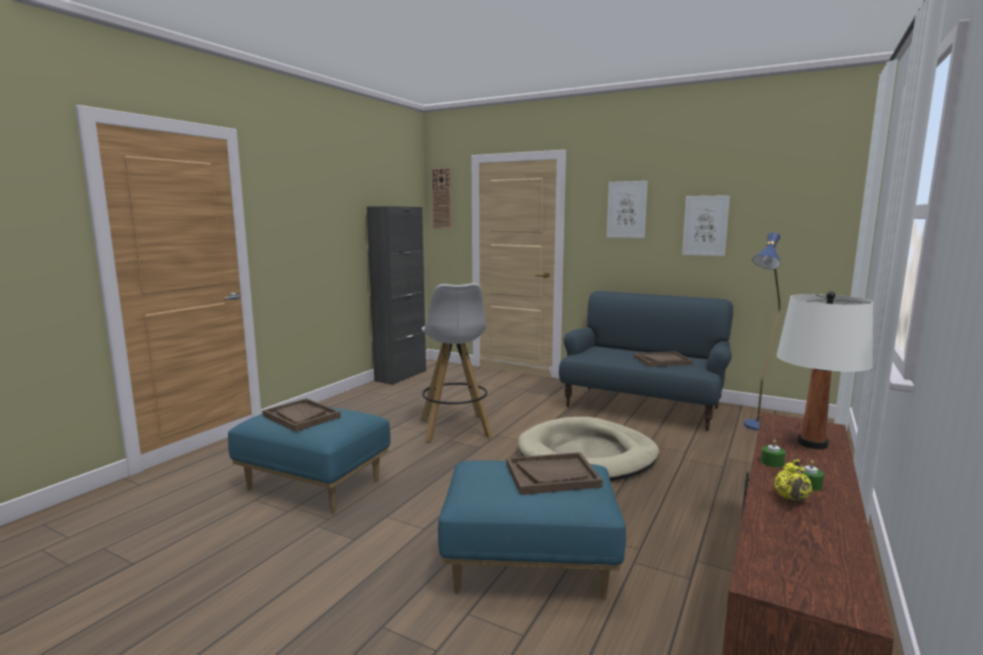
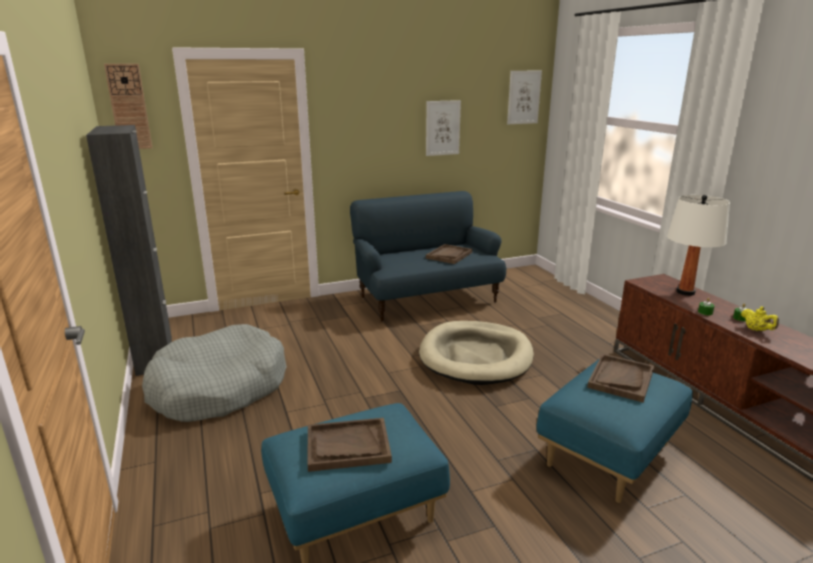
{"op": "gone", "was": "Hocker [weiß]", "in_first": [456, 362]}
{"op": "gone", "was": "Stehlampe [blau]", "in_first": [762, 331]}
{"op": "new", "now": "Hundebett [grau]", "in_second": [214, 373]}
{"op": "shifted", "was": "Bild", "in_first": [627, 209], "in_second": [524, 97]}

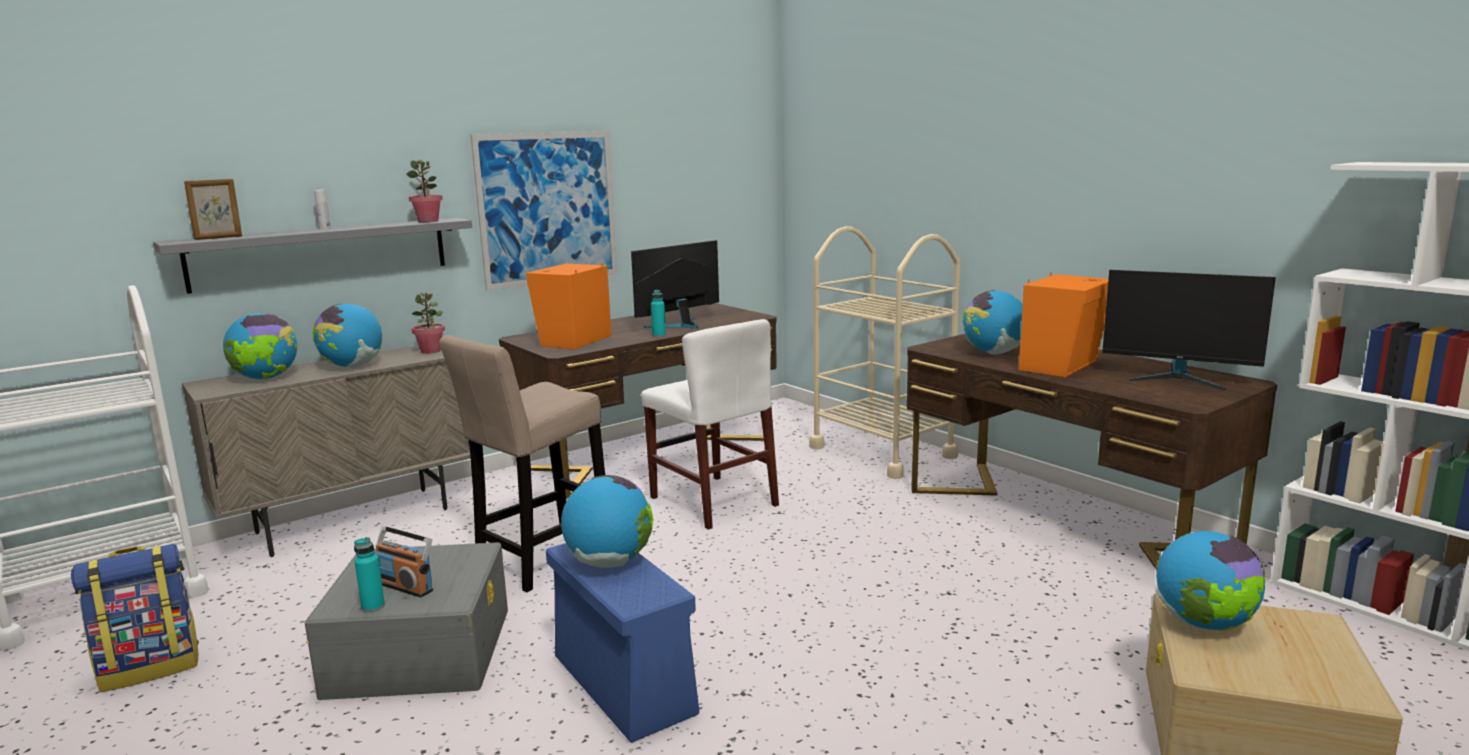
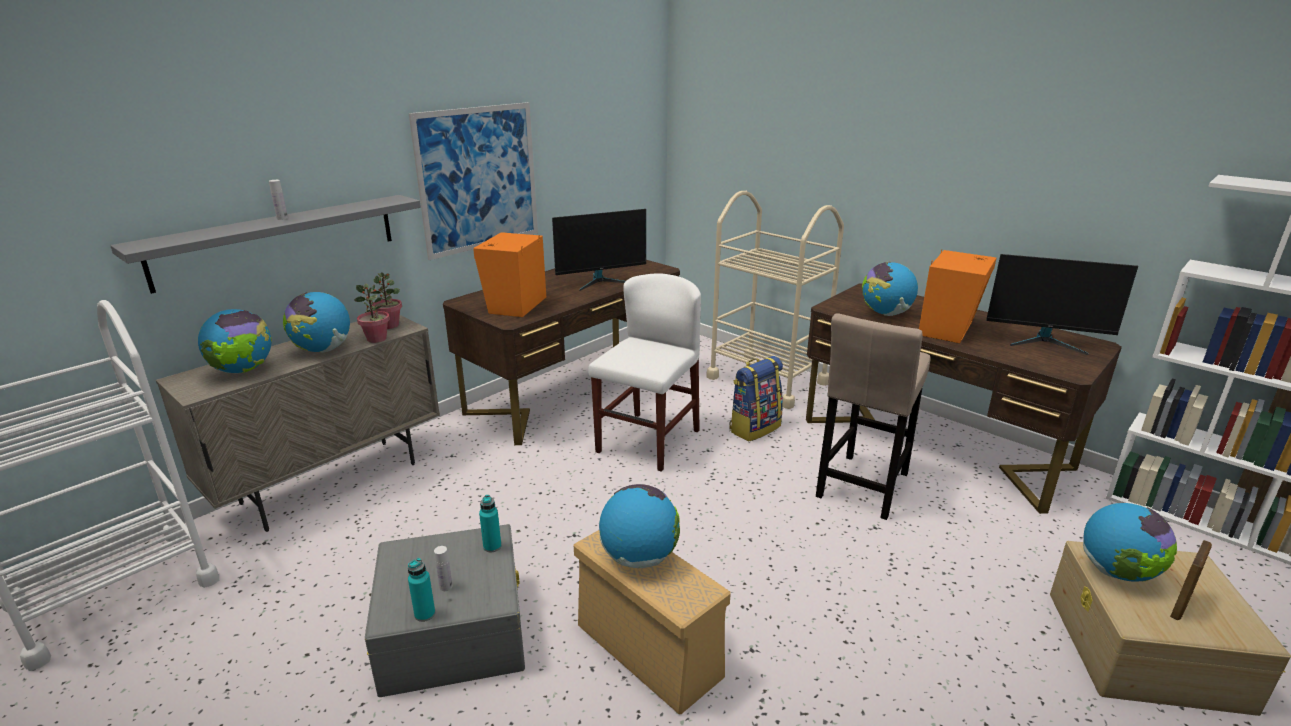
{"op": "shifted", "was": "Rucksack", "in_first": [135, 618], "in_second": [756, 398]}
{"op": "shifted", "was": "Bilderrahmen", "in_first": [213, 209], "in_second": [1191, 580]}
{"op": "shifted", "was": "Topfpflanze", "in_first": [424, 191], "in_second": [372, 313]}
{"op": "shifted", "was": "Hocker [beige]", "in_first": [522, 464], "in_second": [873, 416]}
{"op": "shifted", "was": "Flasche [türkis]", "in_first": [658, 313], "in_second": [490, 523]}
{"op": "swapped", "was": "Radio", "now": "Flasche [weiß]", "in_first": [404, 561], "in_second": [443, 568]}
{"op": "repainted", "was": "Aufbewahrungsbox [blau]", "now": "Aufbewahrungsbox [beige]", "in_first": [622, 643], "in_second": [652, 622]}
{"op": "rotated", "was": "Monitor", "in_first": [675, 284], "in_second": [599, 250], "clockwise": -150}
{"op": "rotated", "was": "Stuhl [weiß]", "in_first": [710, 424], "in_second": [644, 373], "clockwise": -105}

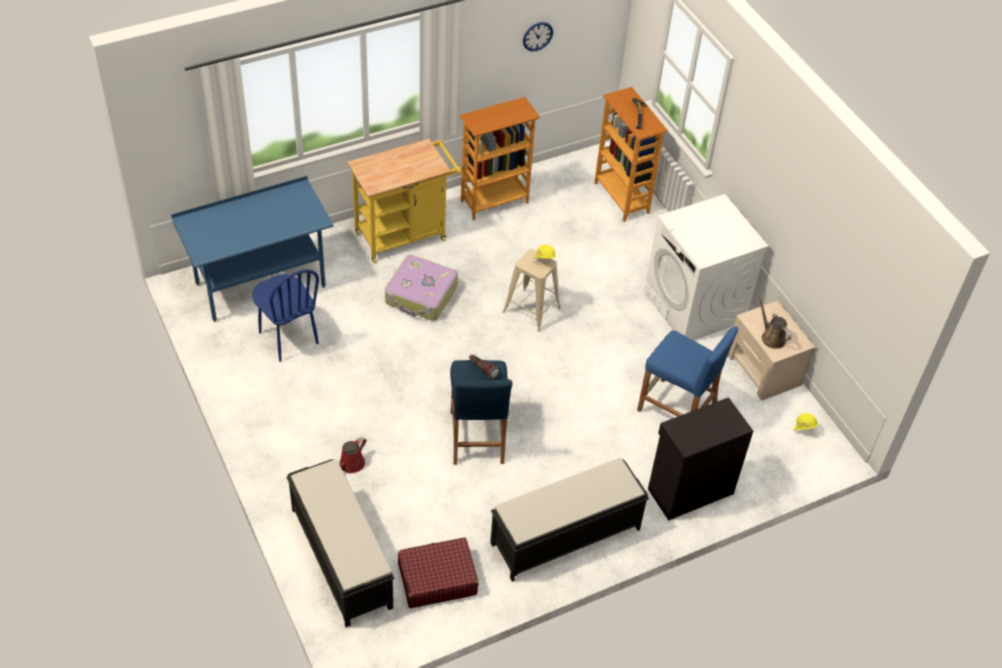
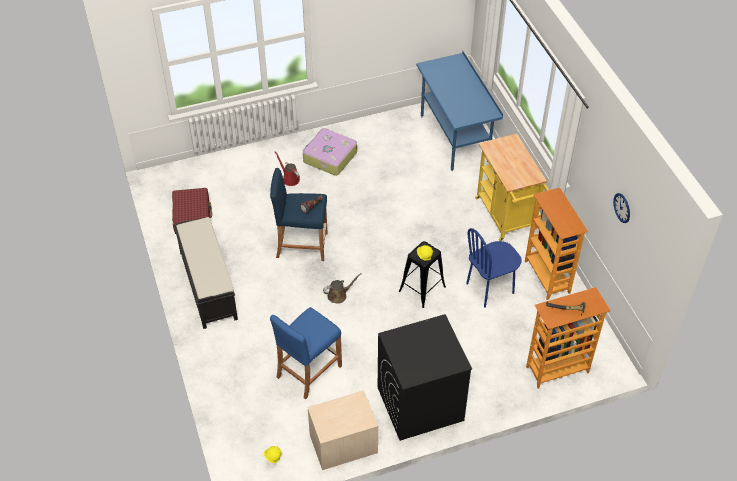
{"op": "gone", "was": "Bank [schwarz]", "in_first": [340, 543]}
{"op": "gone", "was": "Schrank [schwarz]", "in_first": [700, 459]}
{"op": "shifted", "was": "Stuhl [blau]", "in_first": [285, 315], "in_second": [494, 268]}
{"op": "shifted", "was": "Koffer", "in_first": [421, 287], "in_second": [330, 152]}
{"op": "shifted", "was": "Gießkanne [braun]", "in_first": [774, 322], "in_second": [342, 288]}
{"op": "repainted", "was": "Hocker [beige]", "now": "Hocker [schwarz]", "in_first": [532, 290], "in_second": [422, 274]}
{"op": "repainted", "was": "Waschmaschine [weiß]", "now": "Waschmaschine [schwarz]", "in_first": [706, 267], "in_second": [425, 377]}

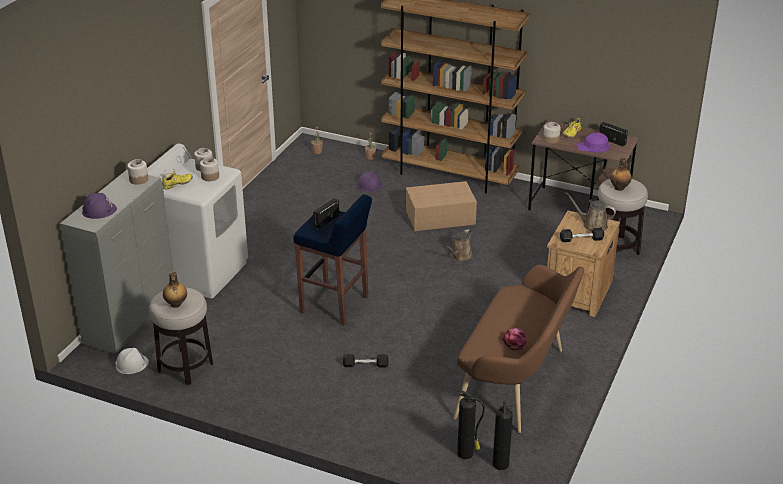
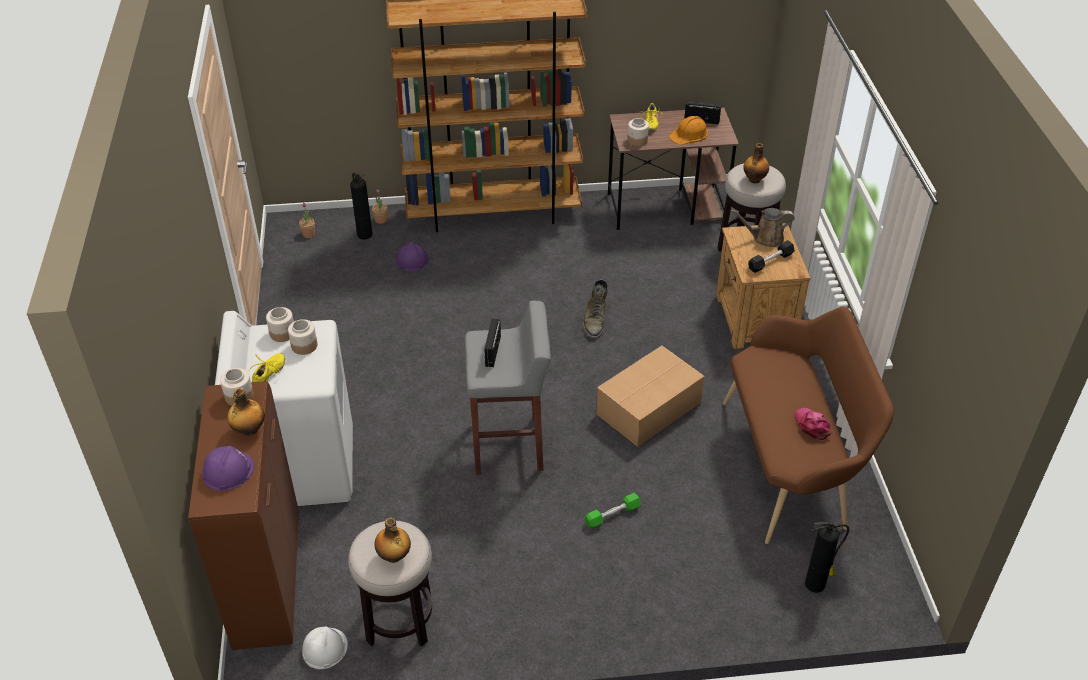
{"op": "new", "now": "Flasche", "in_second": [246, 412]}
{"op": "shifted", "was": "Karton", "in_first": [441, 206], "in_second": [650, 396]}
{"op": "shifted", "was": "Feuerlöscher", "in_first": [503, 435], "in_second": [361, 206]}
{"op": "swapped", "was": "Gießkanne [braun]", "now": "Stiefel [grün]", "in_first": [459, 245], "in_second": [595, 308]}
{"op": "repainted", "was": "Schrank [grau]", "now": "Schrank [braun]", "in_first": [116, 262], "in_second": [243, 515]}
{"op": "repainted", "was": "Hocker [blau]", "now": "Hocker [grau]", "in_first": [333, 259], "in_second": [508, 388]}
{"op": "repainted", "was": "Hantel [schwarz]", "now": "Hantel [grün]", "in_first": [365, 361], "in_second": [613, 511]}
{"op": "repainted", "was": "Schutzhelm [lila]", "now": "Schutzhelm [orange]", "in_first": [593, 142], "in_second": [688, 130]}

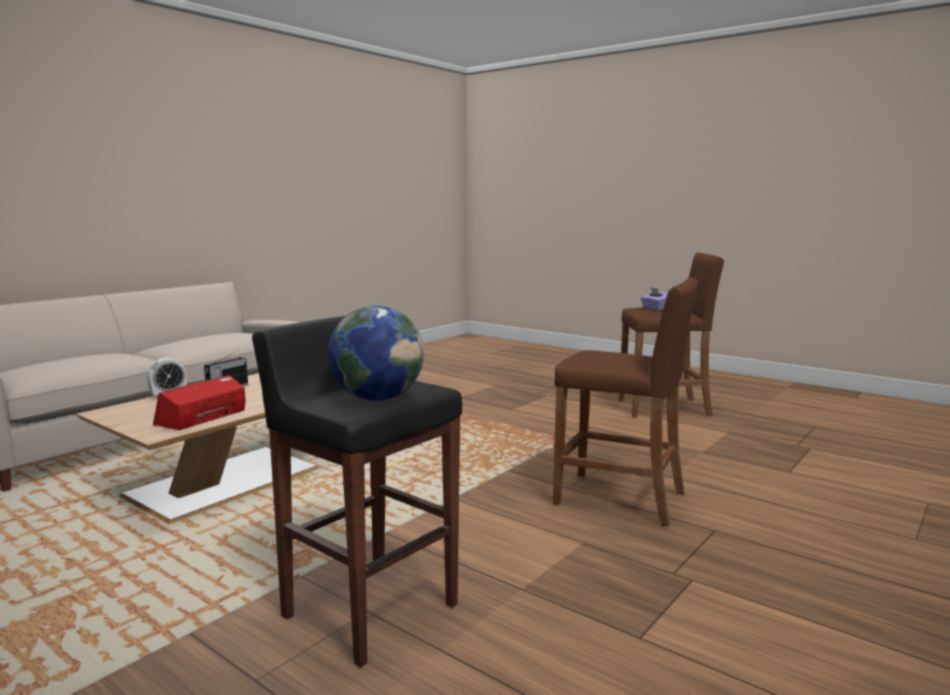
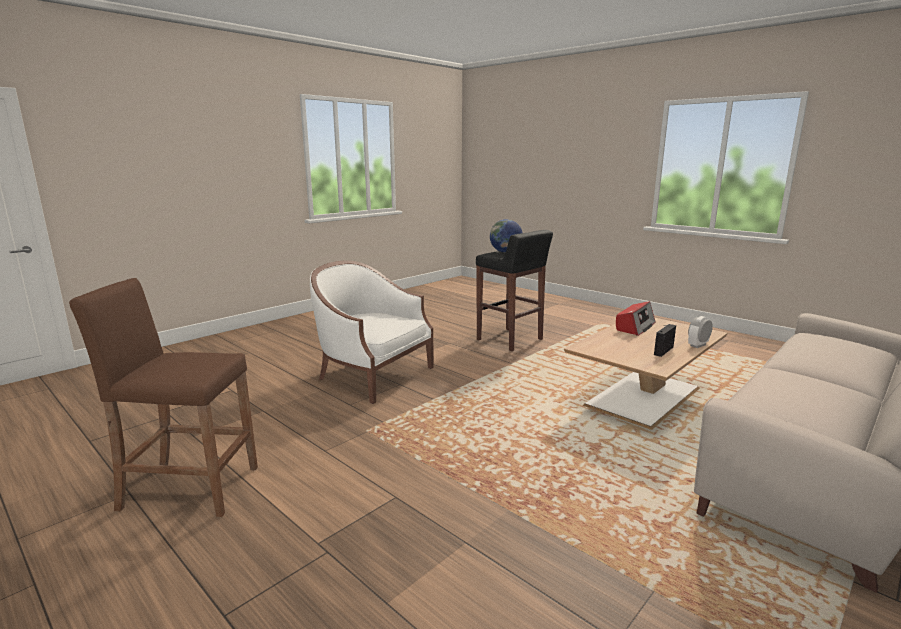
{"op": "gone", "was": "Taschentuchbox [lila]", "in_first": [654, 299]}
{"op": "swapped", "was": "Hocker [braun]", "now": "Sessel [weiß]", "in_first": [625, 402], "in_second": [372, 332]}

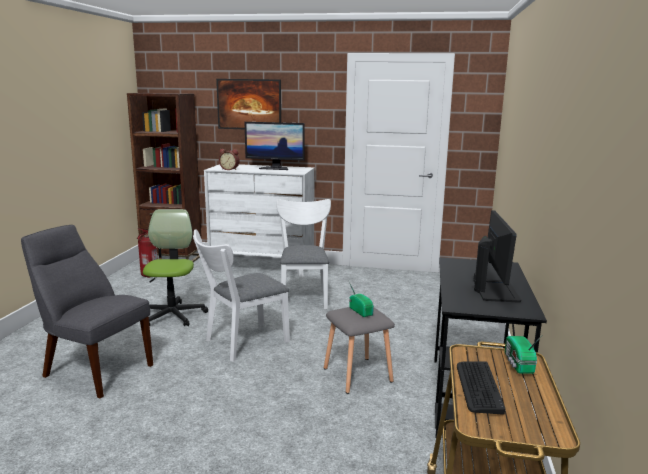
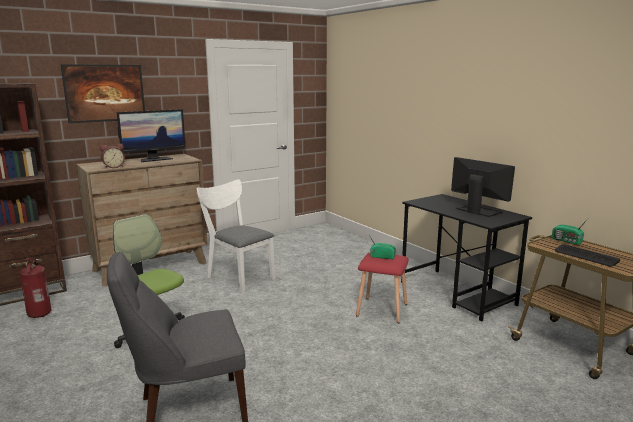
{"op": "gone", "was": "Stuhl [weiß]", "in_first": [241, 295]}
{"op": "repainted", "was": "Kommode [weiß]", "now": "Kommode [braun]", "in_first": [259, 221], "in_second": [141, 220]}
{"op": "repainted", "was": "Hocker [grau]", "now": "Hocker [rot]", "in_first": [359, 350], "in_second": [382, 288]}

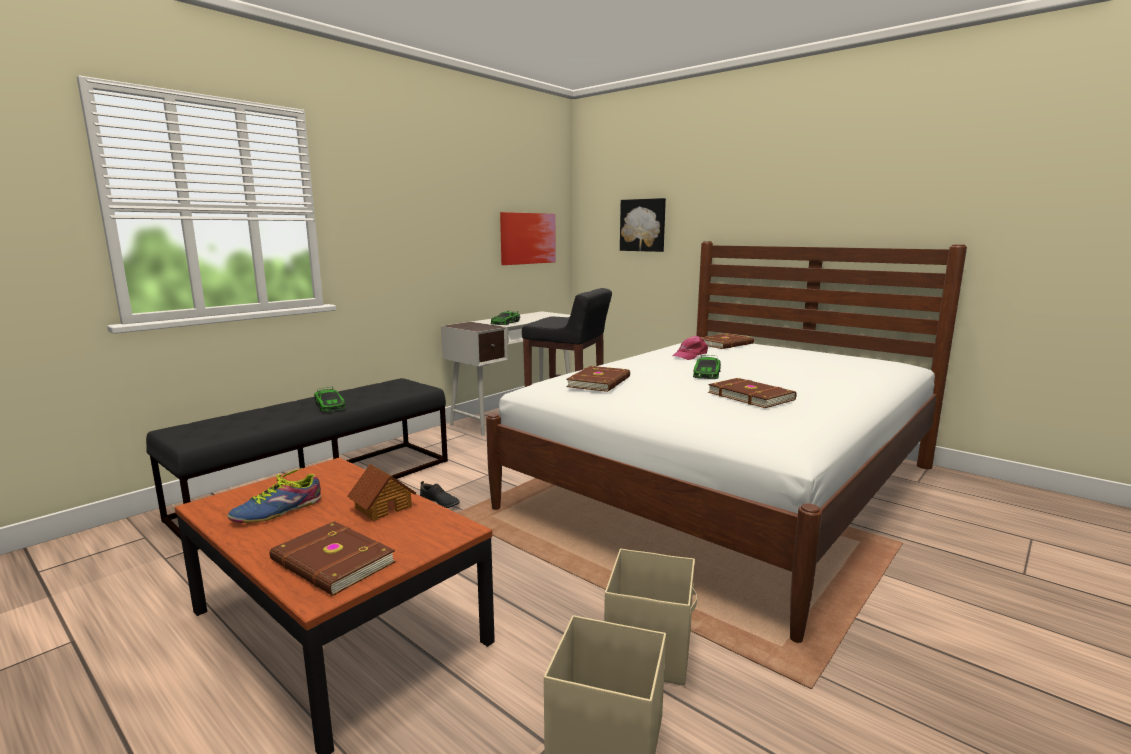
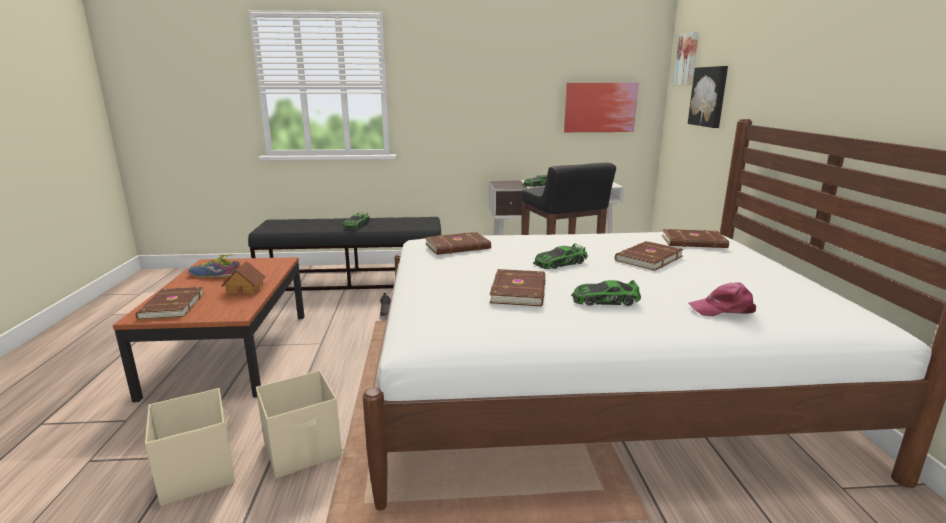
{"op": "new", "now": "Spielzeugauto", "in_second": [606, 293]}
{"op": "new", "now": "Buch [braun]", "in_second": [649, 256]}
{"op": "new", "now": "Bild", "in_second": [686, 58]}
{"op": "shifted", "was": "Kappe [rosa]", "in_first": [690, 348], "in_second": [722, 300]}

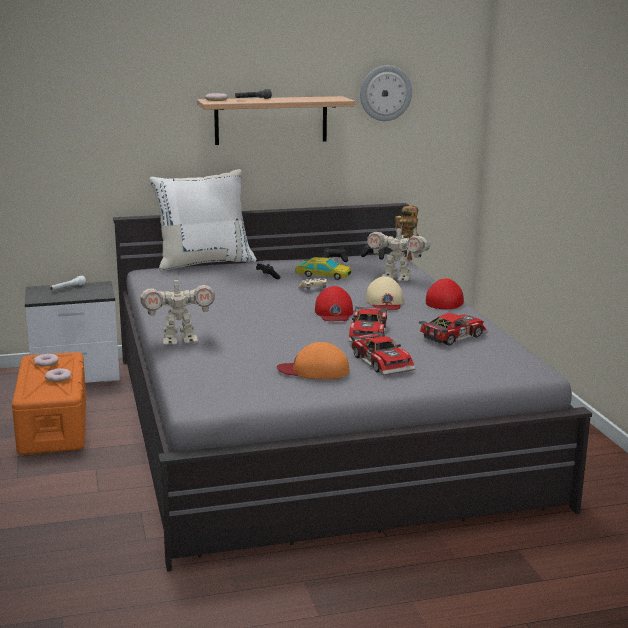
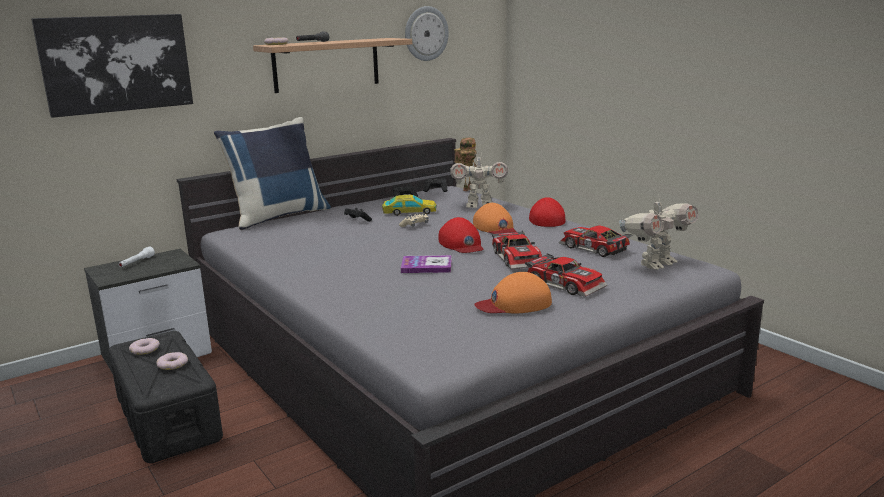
{"op": "new", "now": "Bild", "in_second": [112, 66]}
{"op": "new", "now": "Buch", "in_second": [426, 264]}
{"op": "shifted", "was": "Spielzeugroboter", "in_first": [177, 310], "in_second": [659, 232]}
{"op": "repainted", "was": "Aufbewahrungsbox [orange]", "now": "Aufbewahrungsbox [schwarz]", "in_first": [49, 403], "in_second": [166, 397]}
{"op": "repainted", "was": "Kissen [weiß]", "now": "Kissen [blau]", "in_first": [203, 220], "in_second": [272, 173]}
{"op": "repainted", "was": "Kappe [beige]", "now": "Kappe [orange]", "in_first": [384, 293], "in_second": [495, 218]}
{"op": "rotated", "was": "Spielzeugauto", "in_first": [453, 329], "in_second": [595, 241], "clockwise": -75}

